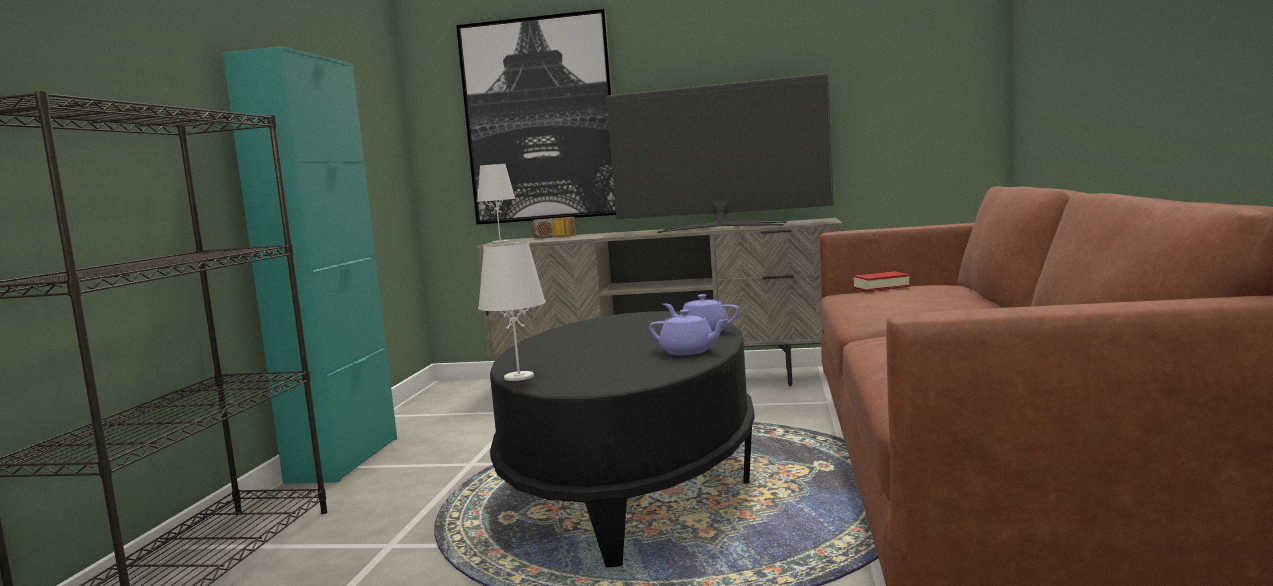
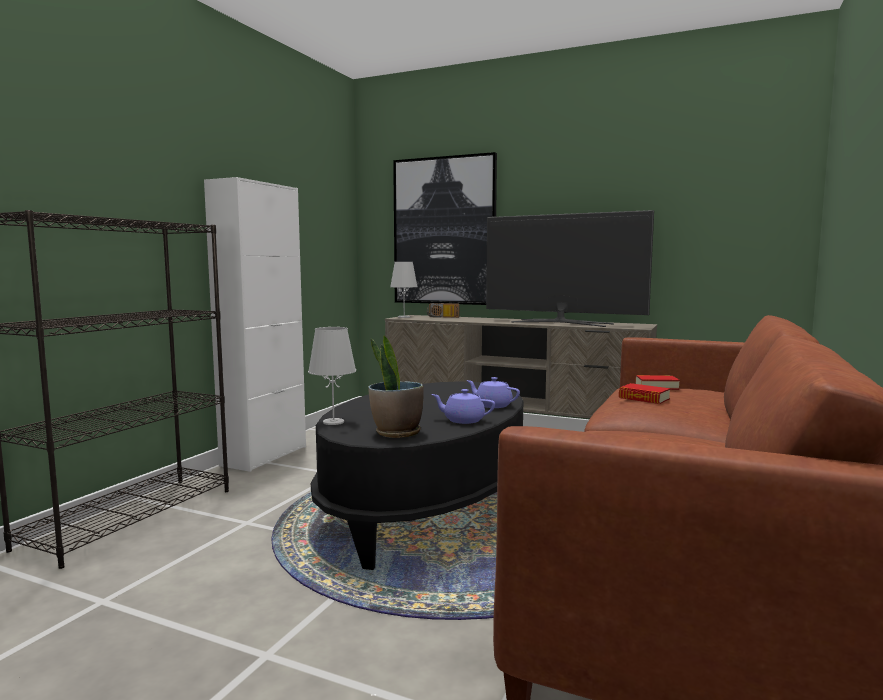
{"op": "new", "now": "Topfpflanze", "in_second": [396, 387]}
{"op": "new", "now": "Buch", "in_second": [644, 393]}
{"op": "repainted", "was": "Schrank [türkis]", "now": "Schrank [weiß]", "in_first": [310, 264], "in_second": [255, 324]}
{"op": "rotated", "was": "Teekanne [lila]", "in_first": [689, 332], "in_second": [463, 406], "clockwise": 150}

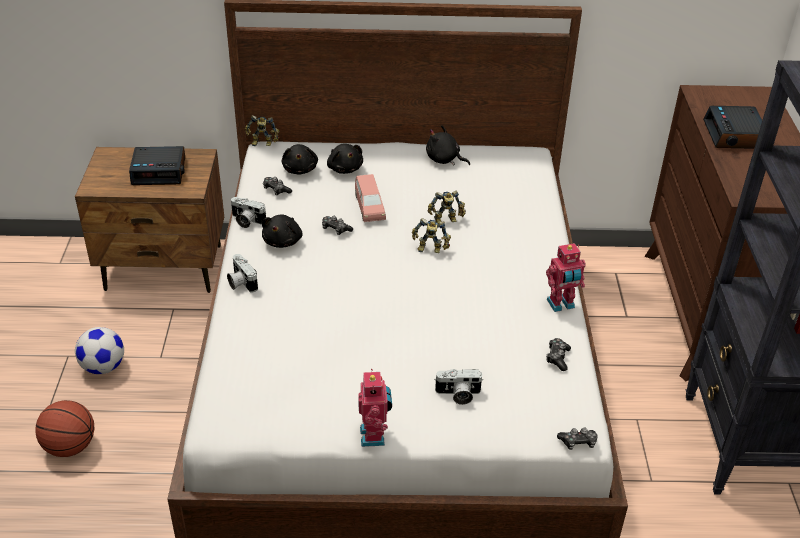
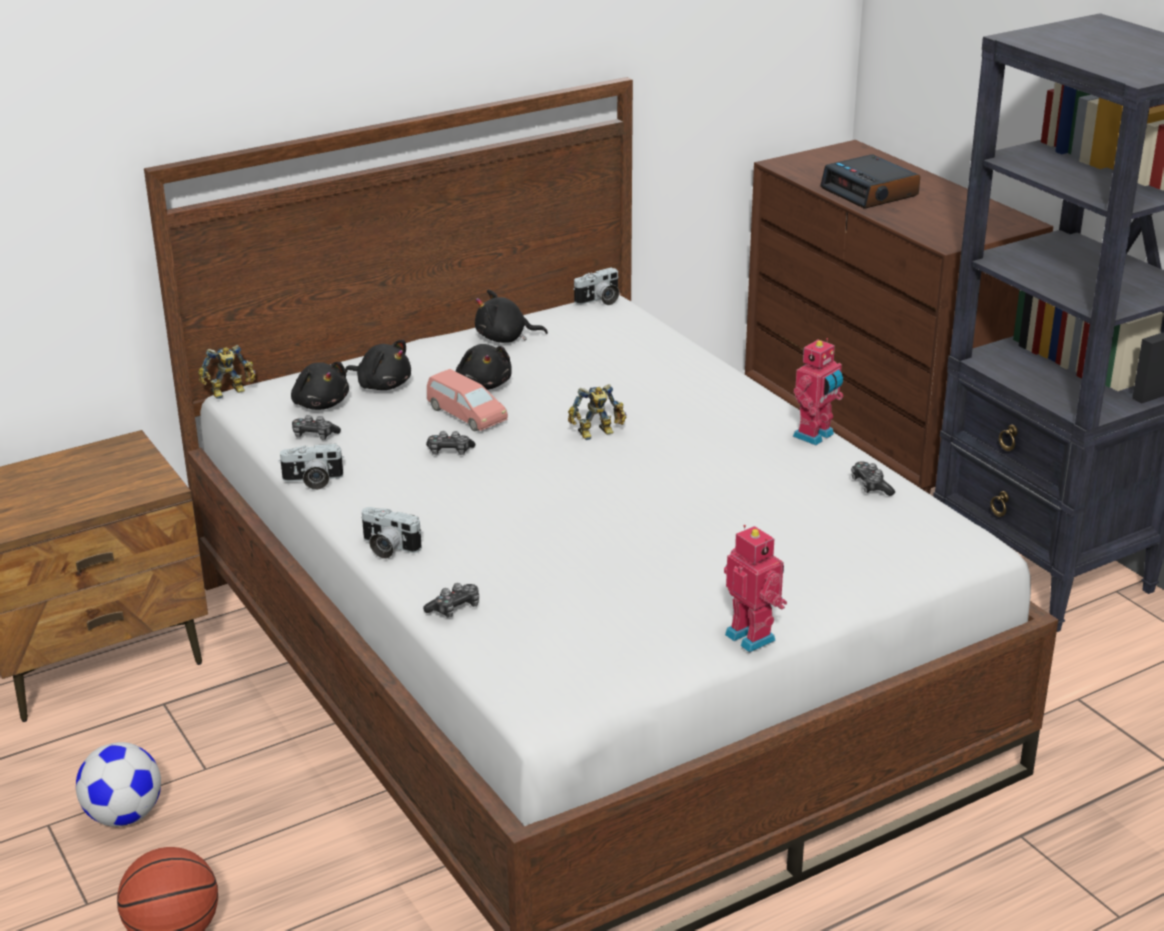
{"op": "gone", "was": "Wecker", "in_first": [157, 165]}
{"op": "gone", "was": "Spielzeugroboter", "in_first": [447, 207]}
{"op": "shifted", "was": "Plüschtier [schwarz]", "in_first": [282, 231], "in_second": [484, 367]}
{"op": "shifted", "was": "Kamera", "in_first": [459, 387], "in_second": [596, 286]}
{"op": "shifted", "was": "Gamepad", "in_first": [577, 438], "in_second": [451, 600]}

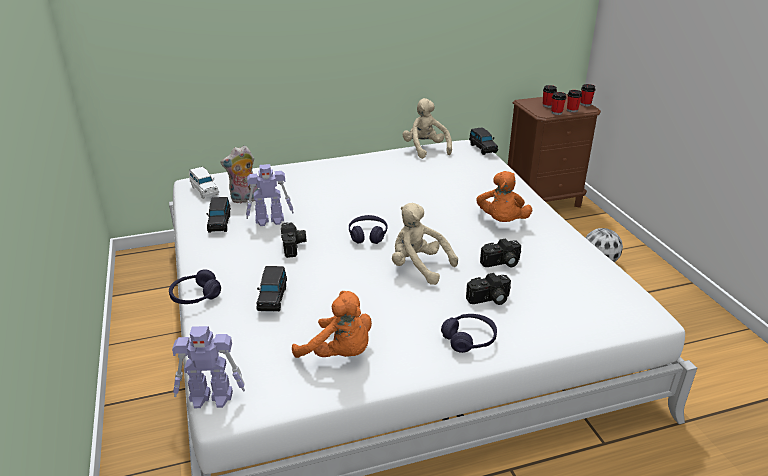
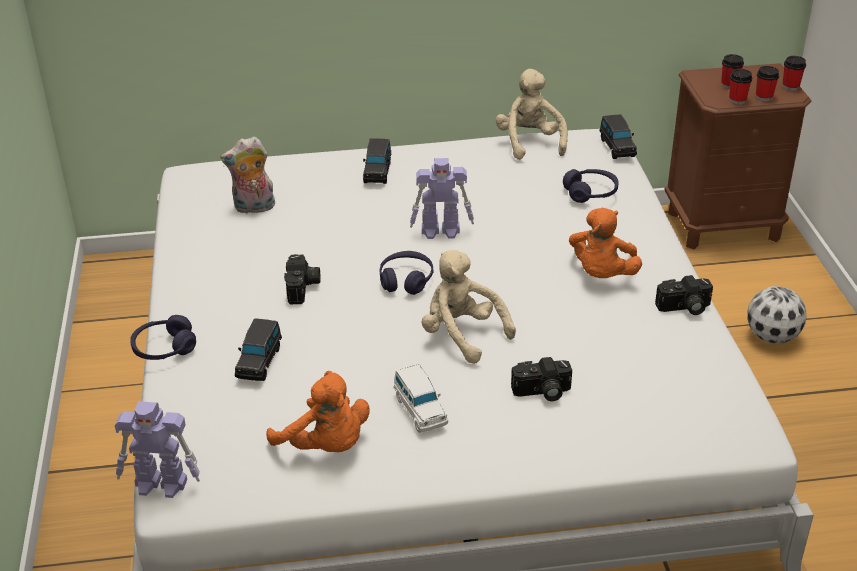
{"op": "shifted", "was": "Spielzeugauto [weiß]", "in_first": [204, 183], "in_second": [420, 398]}
{"op": "shifted", "was": "Spielzeugauto [schwarz]", "in_first": [218, 214], "in_second": [377, 161]}
{"op": "shifted", "was": "Spielzeugroboter", "in_first": [270, 195], "in_second": [442, 198]}
{"op": "shifted", "was": "Kopfhörer [lila]", "in_first": [469, 333], "in_second": [591, 186]}
{"op": "shifted", "was": "Kamera", "in_first": [500, 253], "in_second": [684, 295]}

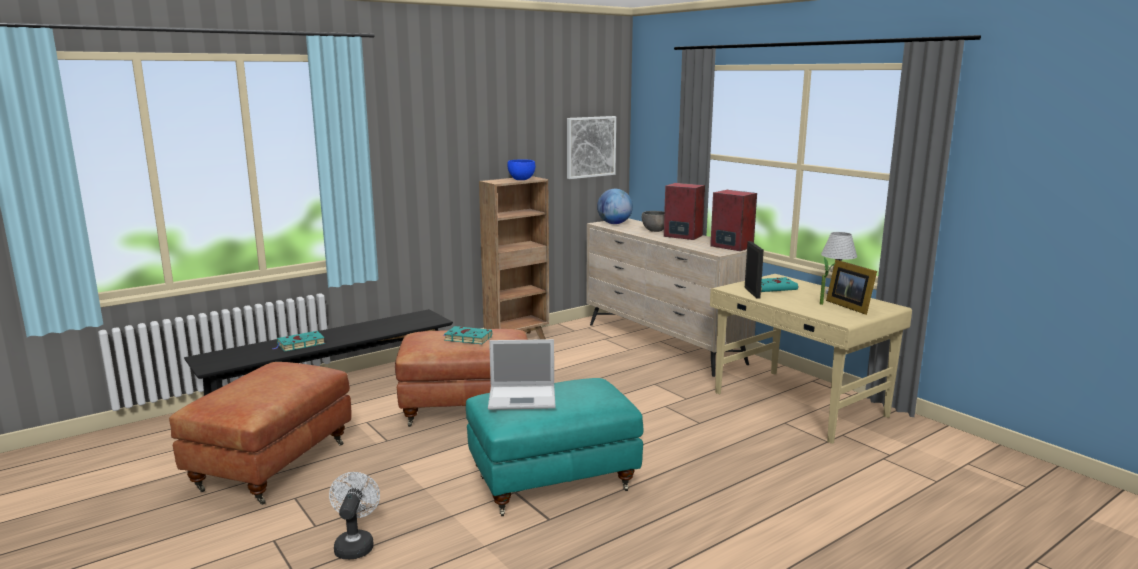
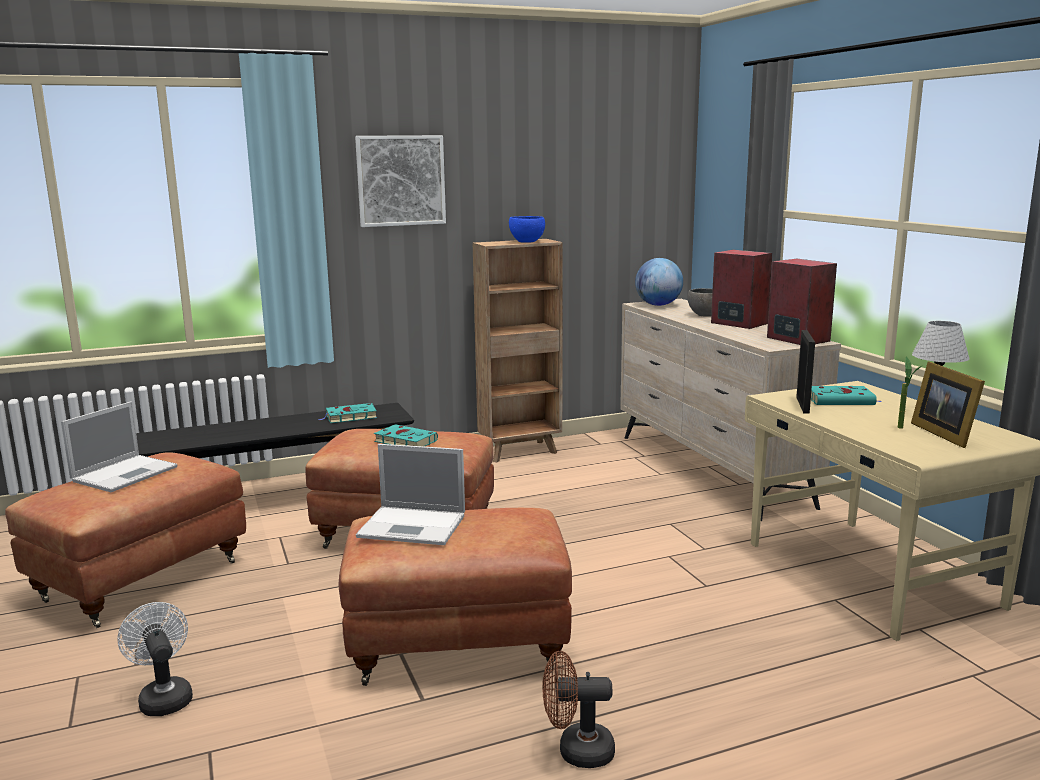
{"op": "new", "now": "Laptop", "in_second": [119, 446]}
{"op": "new", "now": "Ventilator [braun]", "in_second": [578, 709]}
{"op": "shifted", "was": "Buch [türkis]", "in_first": [298, 341], "in_second": [348, 413]}
{"op": "shifted", "was": "Bild", "in_first": [591, 147], "in_second": [400, 181]}
{"op": "repainted", "was": "Polsterhocker [türkis]", "now": "Polsterhocker [braun]", "in_first": [554, 447], "in_second": [455, 597]}
{"op": "rotated", "was": "Ventilator [weiß]", "in_first": [354, 515], "in_second": [155, 659], "clockwise": -45}

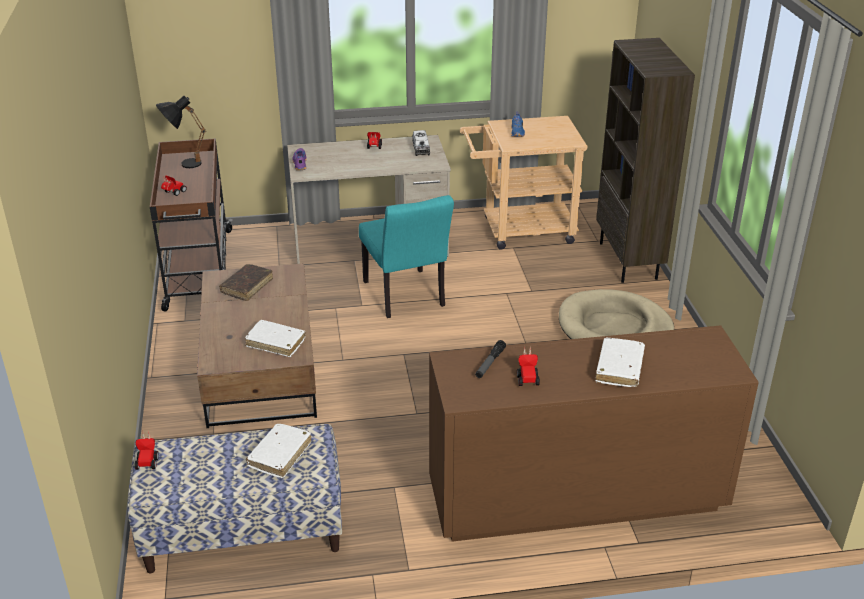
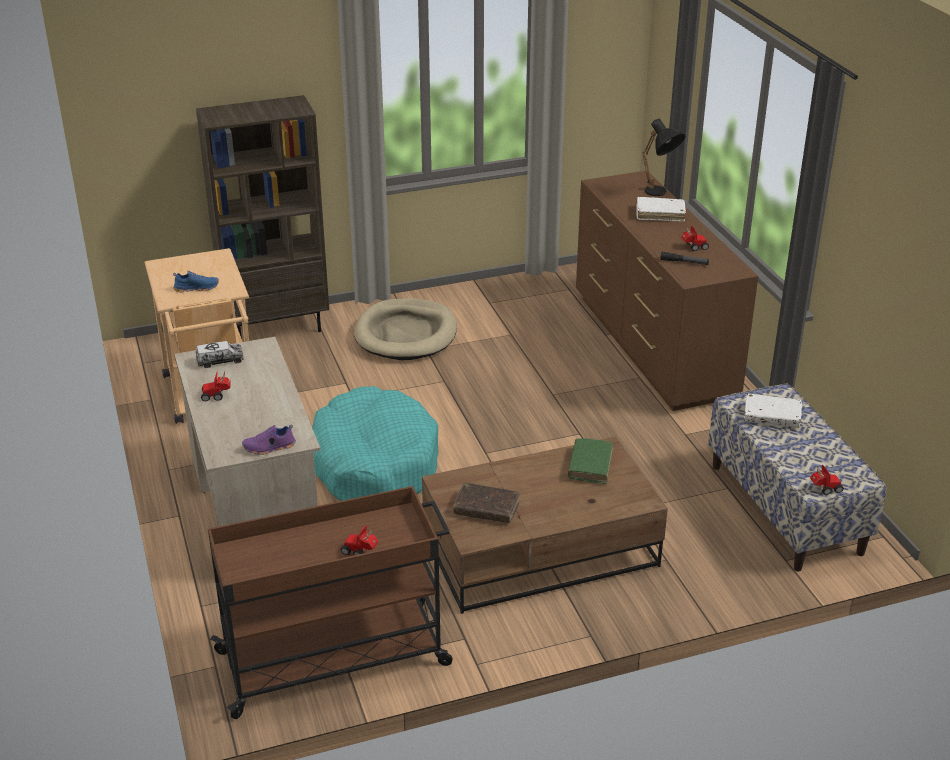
{"op": "shifted", "was": "Tischlampe [schwarz]", "in_first": [181, 132], "in_second": [664, 157]}
{"op": "swapped", "was": "Stuhl [türkis]", "now": "Hundebett [türkis]", "in_first": [406, 256], "in_second": [375, 443]}
{"op": "repainted", "was": "Buch [weiß]", "now": "Buch [grün]", "in_first": [275, 338], "in_second": [590, 461]}

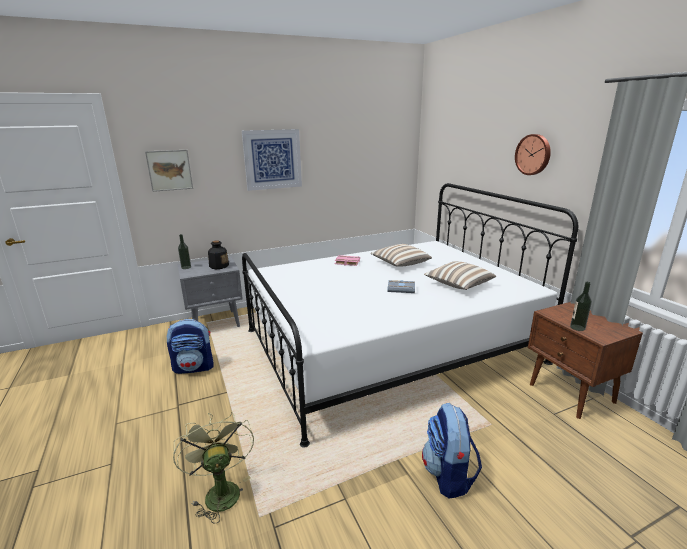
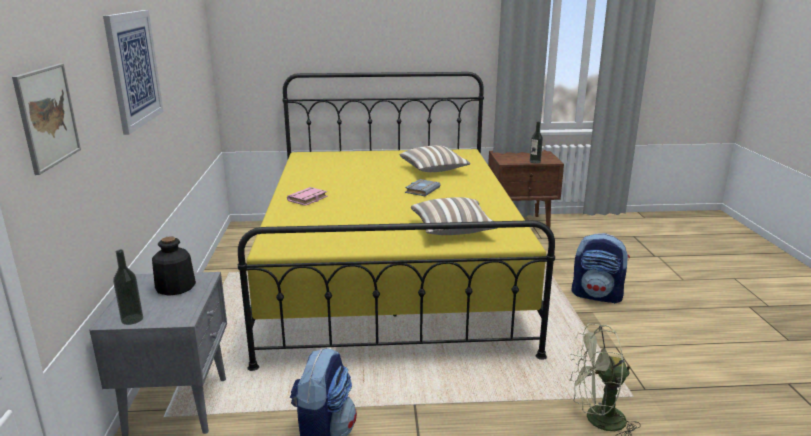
{"op": "gone", "was": "Wanduhr", "in_first": [533, 154]}
{"op": "shifted", "was": "Kissen", "in_first": [401, 255], "in_second": [454, 216]}
{"op": "repainted", "was": "Bett [weiß]", "now": "Bett [gelb]", "in_first": [410, 315], "in_second": [396, 221]}

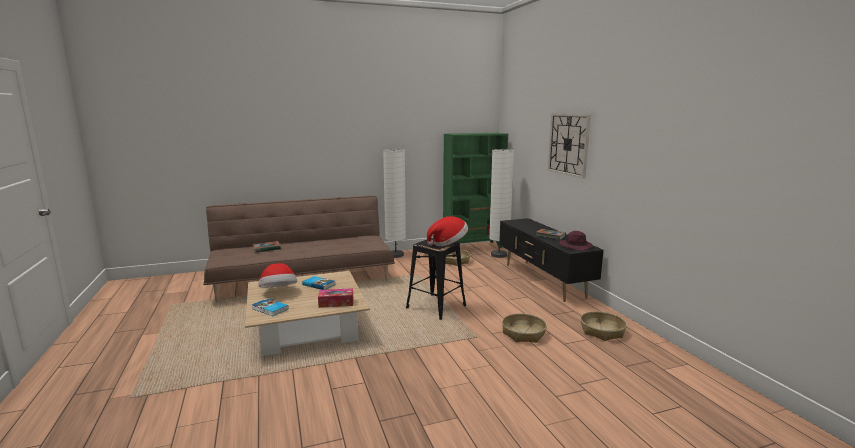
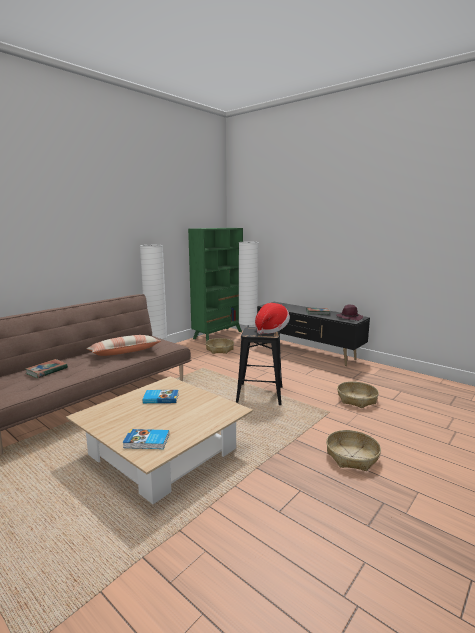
{"op": "gone", "was": "Hut", "in_first": [278, 275]}
{"op": "gone", "was": "Taschentuchbox", "in_first": [335, 298]}
{"op": "gone", "was": "Wanduhr", "in_first": [569, 146]}
{"op": "new", "now": "Kissen", "in_second": [124, 345]}
{"op": "shifted", "was": "Korb", "in_first": [603, 326], "in_second": [353, 450]}

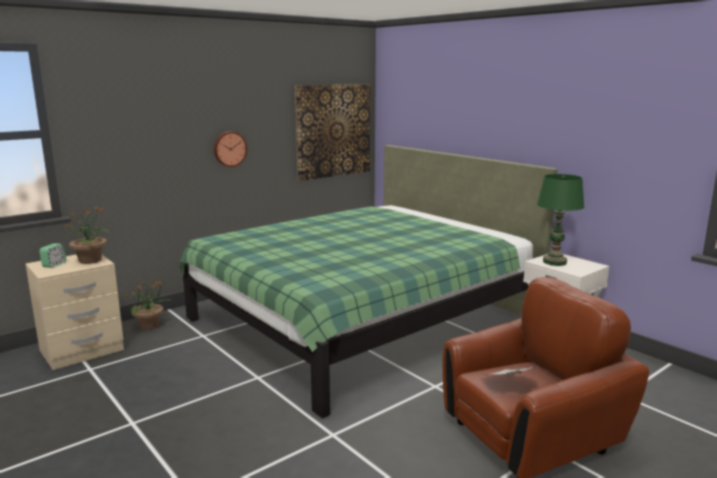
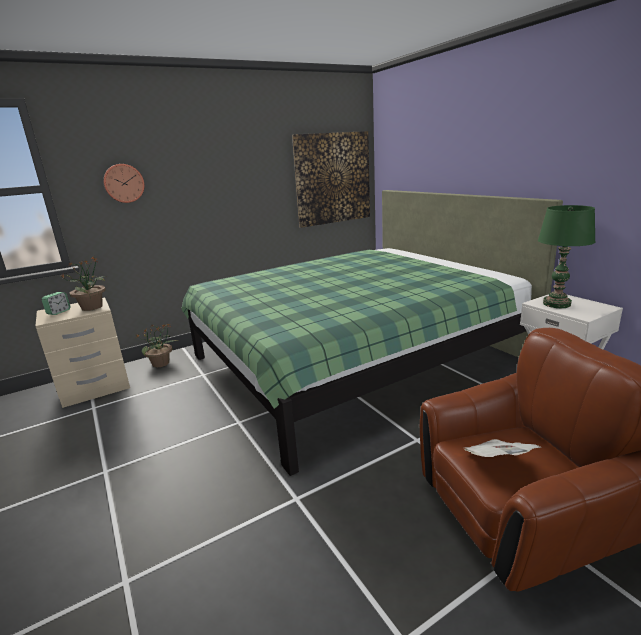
{"op": "shifted", "was": "Wanduhr", "in_first": [230, 149], "in_second": [124, 183]}

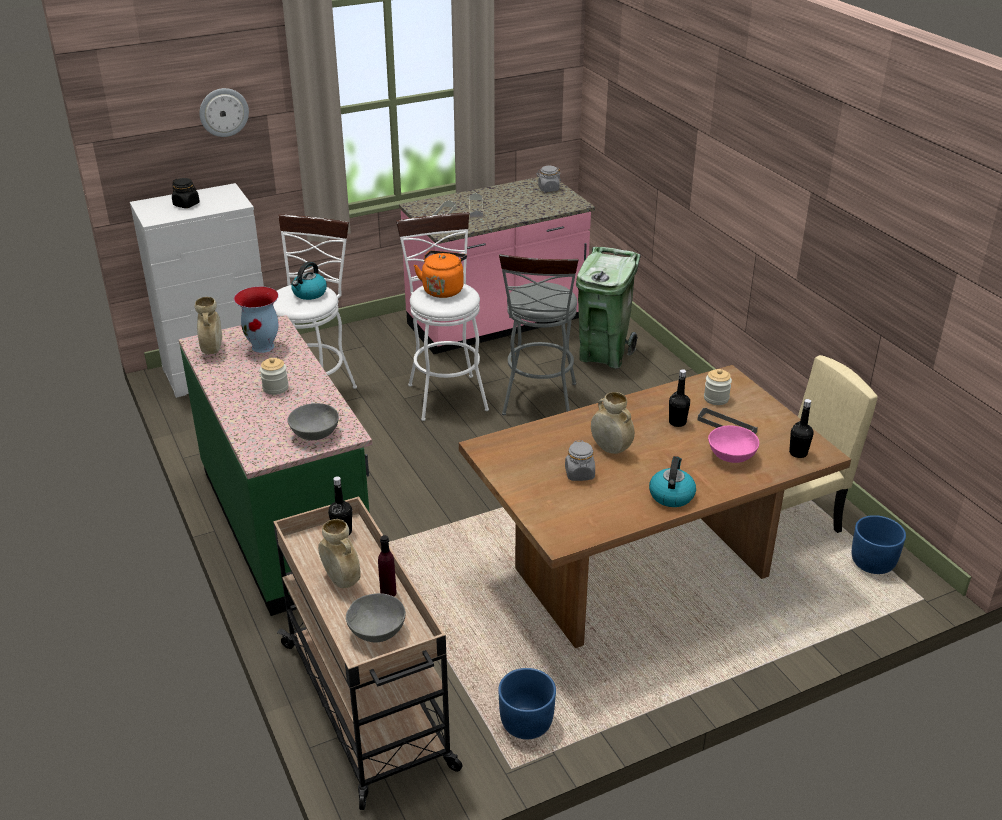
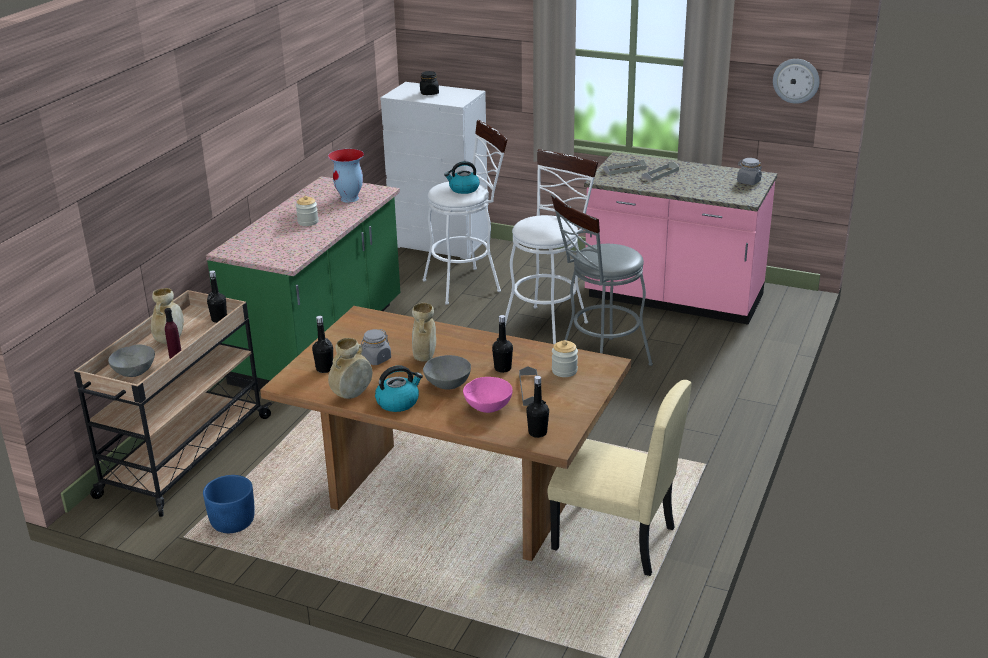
{"op": "gone", "was": "Wasserkessel [orange]", "in_first": [440, 274]}
{"op": "gone", "was": "Mülleimer [grün]", "in_first": [608, 308]}
{"op": "gone", "was": "Pflanzkübel [blau]", "in_first": [879, 544]}
{"op": "new", "now": "Flasche [schwarz]", "in_second": [322, 344]}
{"op": "shifted", "was": "Vase [beige]", "in_first": [208, 325], "in_second": [350, 368]}
{"op": "shifted", "was": "Wanduhr", "in_first": [224, 112], "in_second": [796, 81]}
{"op": "shifted", "was": "Schüssel [grau]", "in_first": [313, 421], "in_second": [447, 372]}

